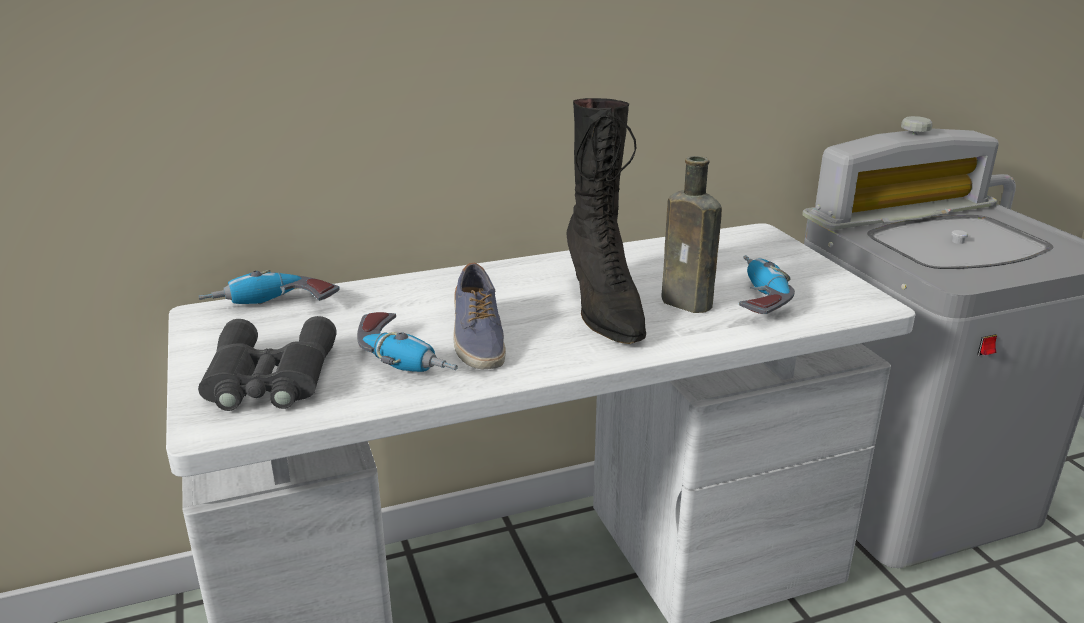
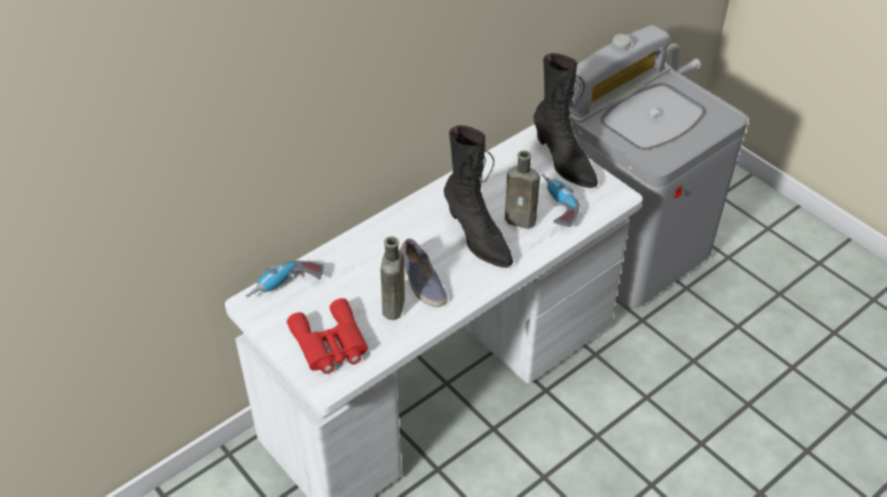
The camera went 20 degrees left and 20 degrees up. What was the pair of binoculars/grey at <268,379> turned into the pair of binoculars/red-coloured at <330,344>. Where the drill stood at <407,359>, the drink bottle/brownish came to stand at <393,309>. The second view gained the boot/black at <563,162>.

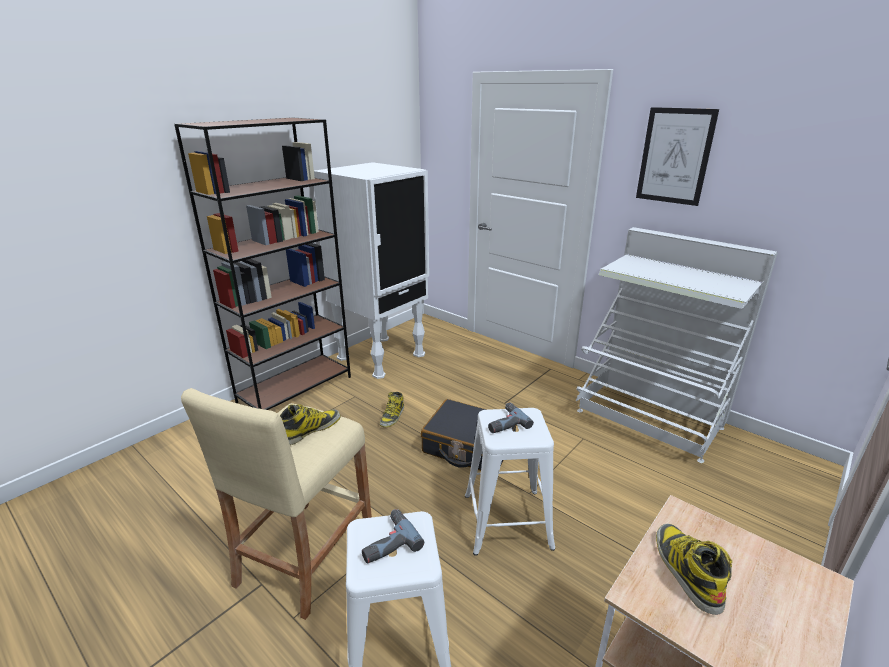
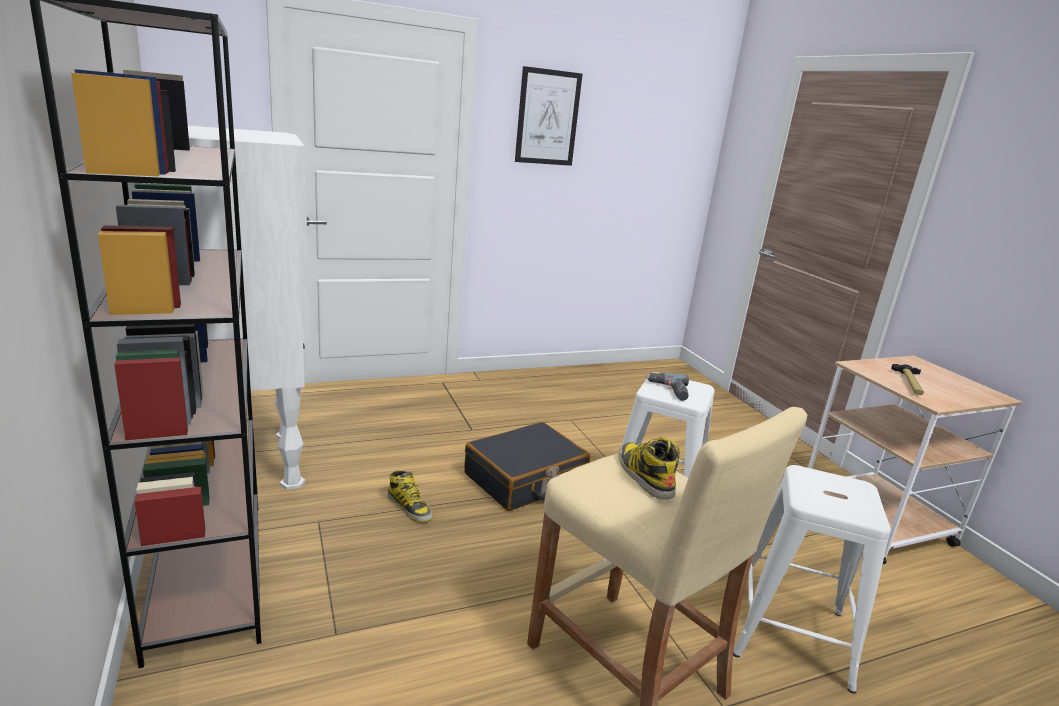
The camera went 65 degrees left and 5 degrees down. The second view lost the drill at <387,541>. The second view lost the shoe stand/white at <646,421>. Where the boot stood at <685,570>, the hand hammer came to stand at <910,384>.

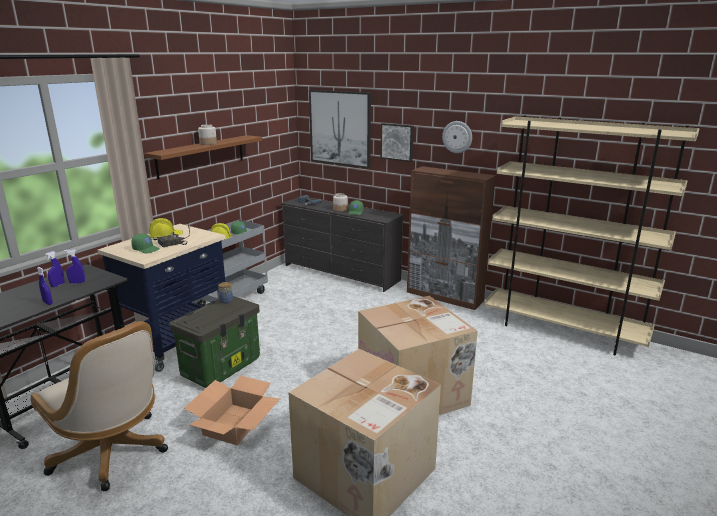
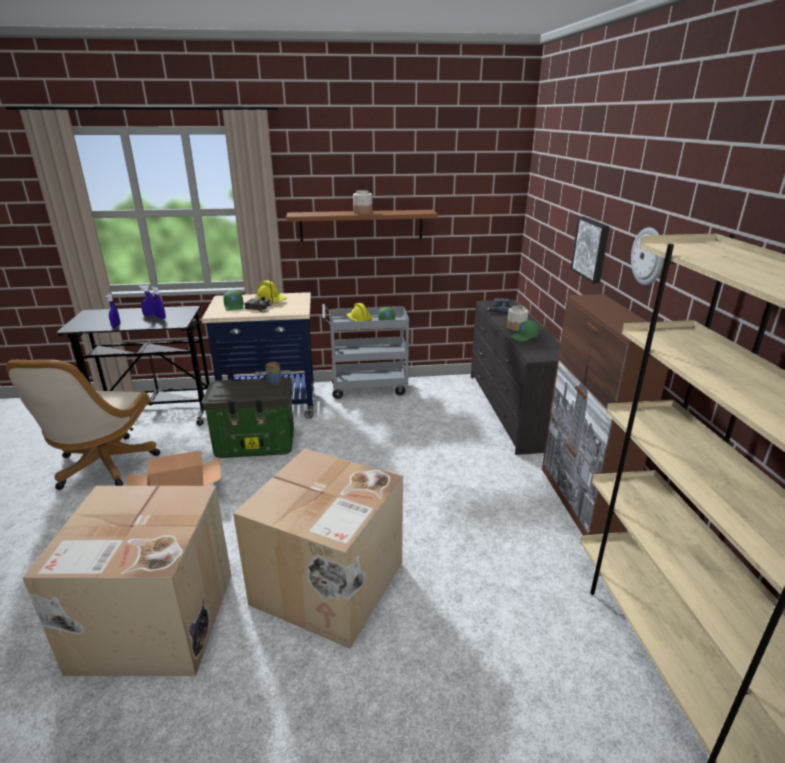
The camera went 50 degrees right and 5 degrees up. The second view lost the wall art at <340,128>.

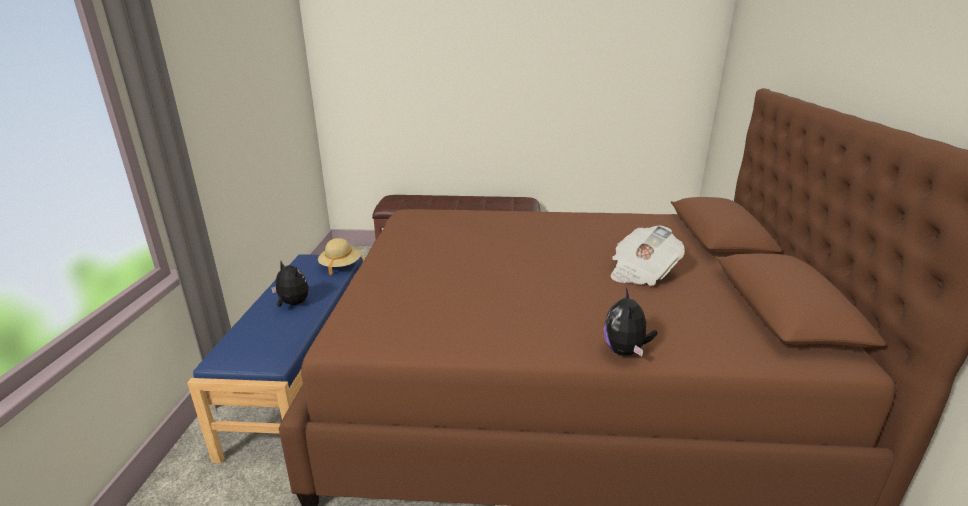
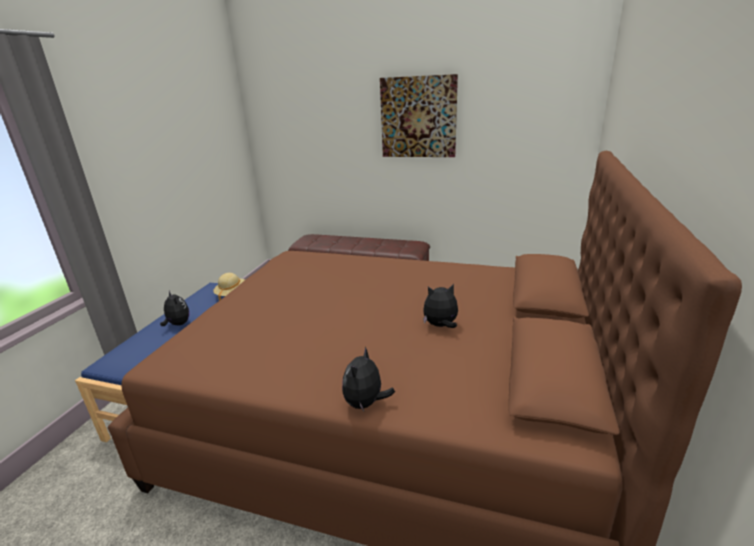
The camera went 15 degrees right and 0 degrees up. Where the printed paper stood at <641,272>, the cuddly toy came to stand at <440,326>. The second view gained the wall art at <418,117>.

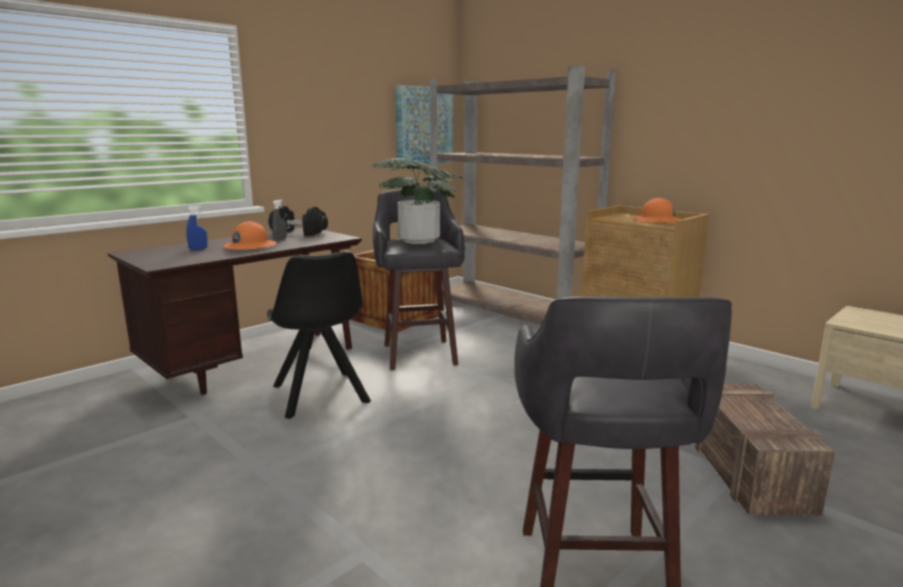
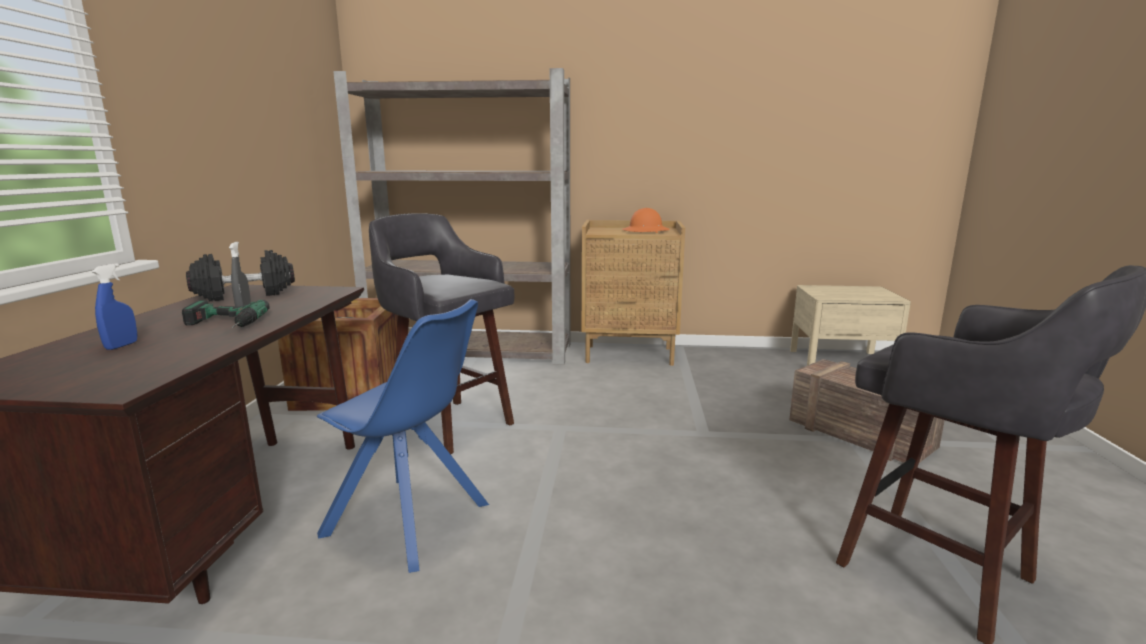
The camera went 40 degrees left and 0 degrees up. Where the safety helmet/orangey stood at <250,247>, the drill came to stand at <221,325>. What was the plain chair/black at <320,395> turned into the plain chair/blue-coloured at <410,521>. The second view lost the plant in a pot at <419,240>. The second view lost the wall art at <424,125>.

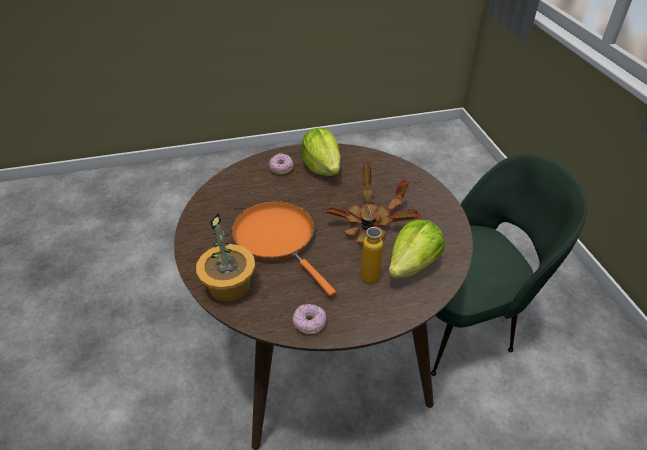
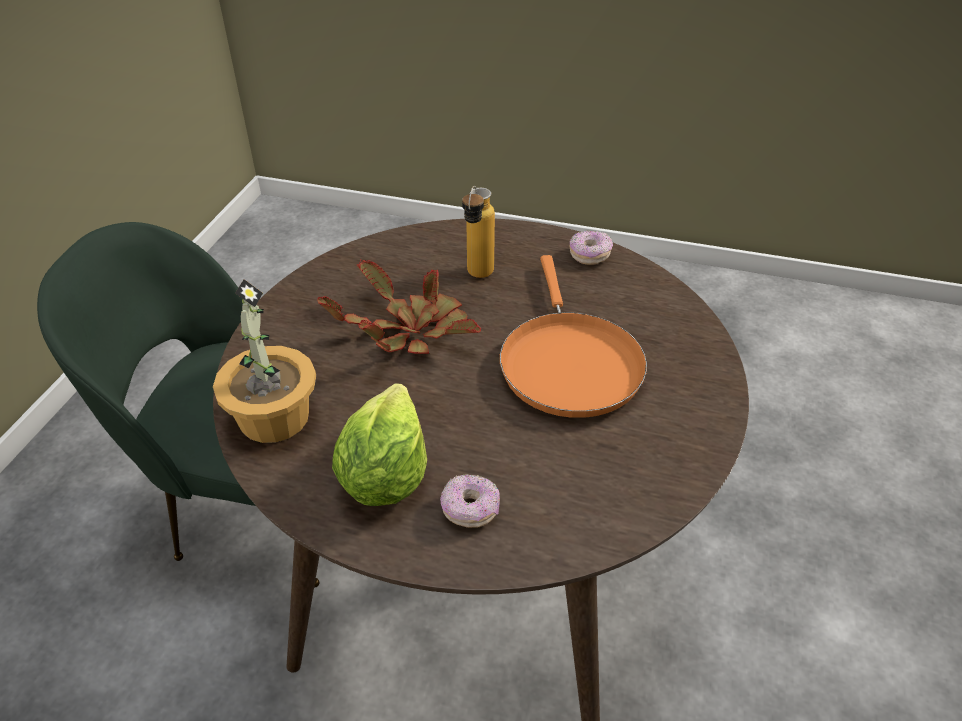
The camera went 150 degrees left and 0 degrees up. The plant in a pot ended up elsewhere, having gone from <230,286> to <273,417>. The second view lost the lettuce head at <413,265>.

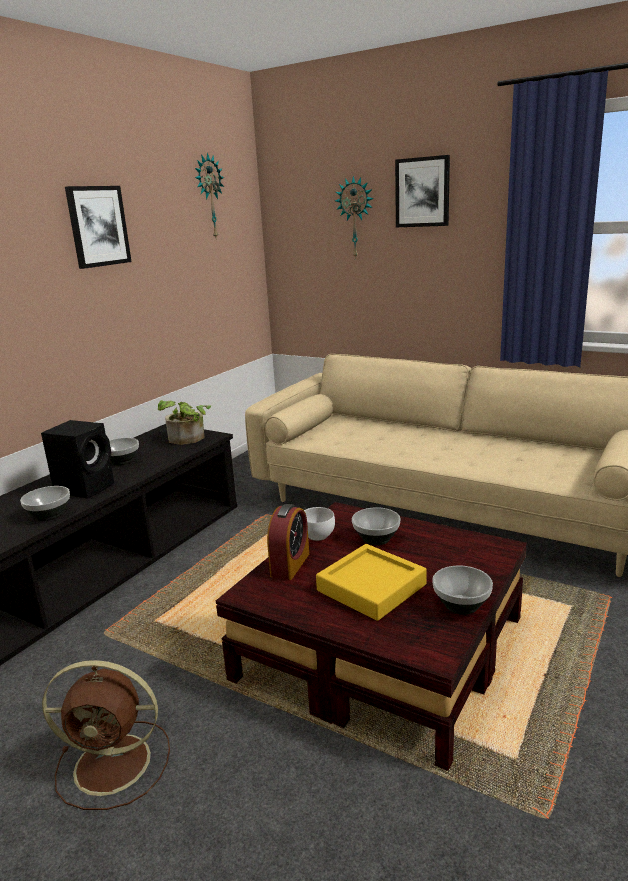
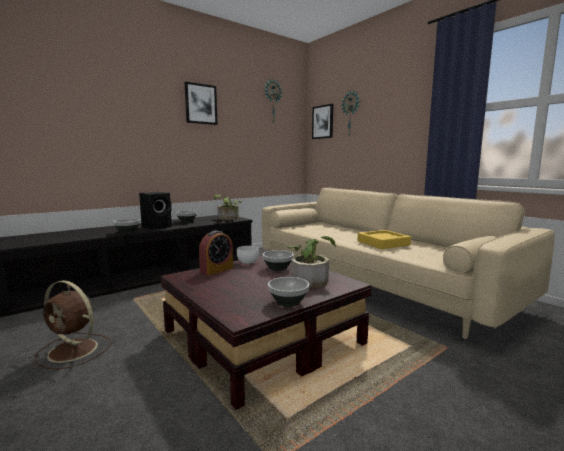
The camera went 20 degrees right and 10 degrees down. The serving tray/yellowish ended up elsewhere, having gone from <371,587> to <383,243>. The wall art ended up elsewhere, having gone from <422,192> to <323,122>. The second view gained the plant in a pot at <310,279>.

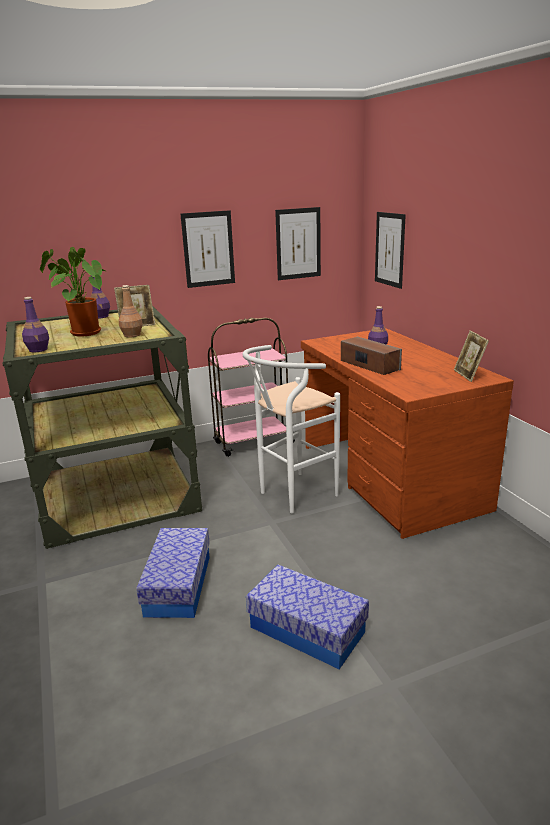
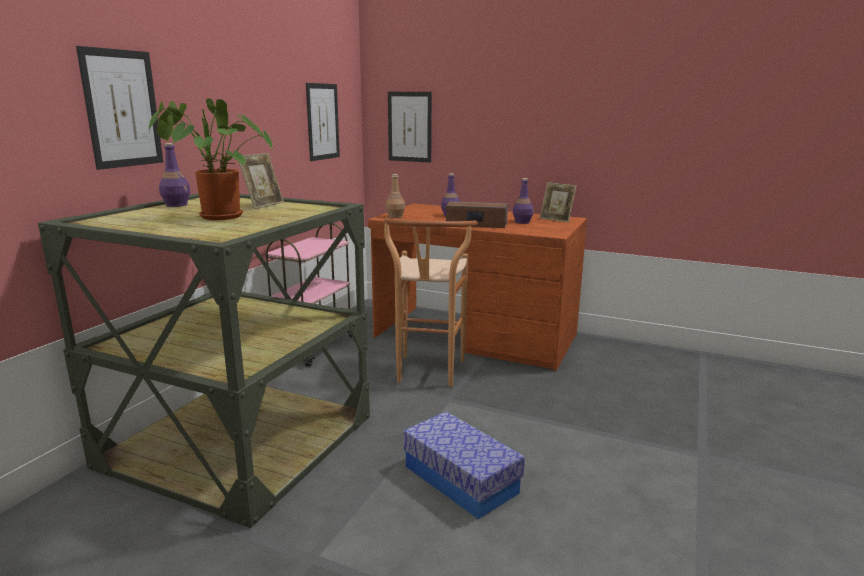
The camera went 45 degrees left and 5 degrees down. The drink bottle/purple-coloured ended up elsewhere, having gone from <38,349> to <522,222>. The drink bottle/brownish ended up elsewhere, having gone from <132,335> to <395,216>. The wall art ended up elsewhere, having gone from <208,249> to <122,109>. What was the stool/white at <292,495> turned into the stool/brownish at <428,374>. The second view lost the storage box at <307,629>.

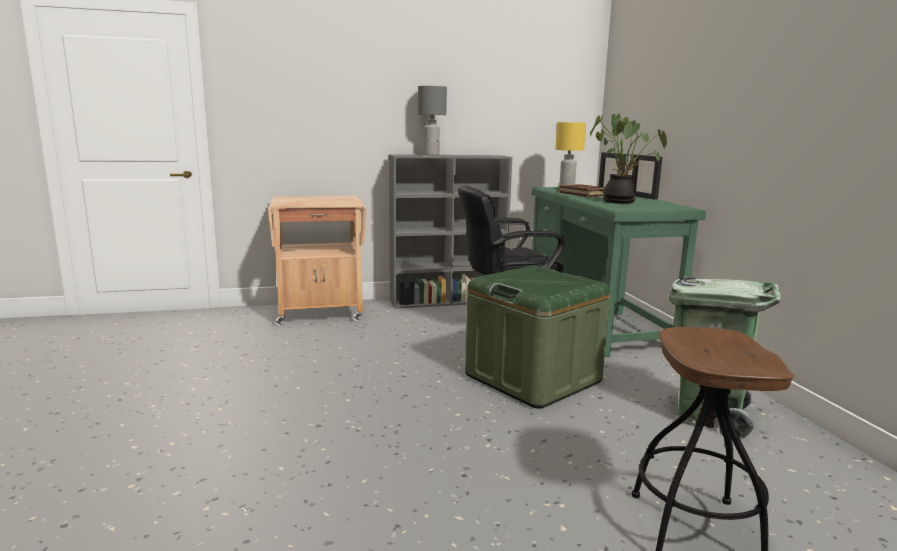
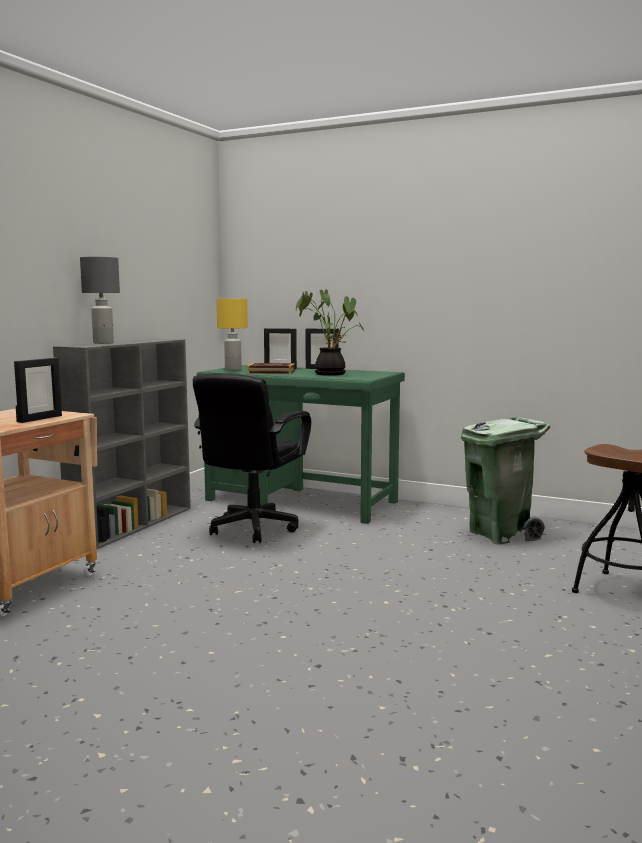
The camera went 50 degrees left and 5 degrees down. The second view lost the storage box/green at <532,378>. The second view gained the picture frame at <39,418>.

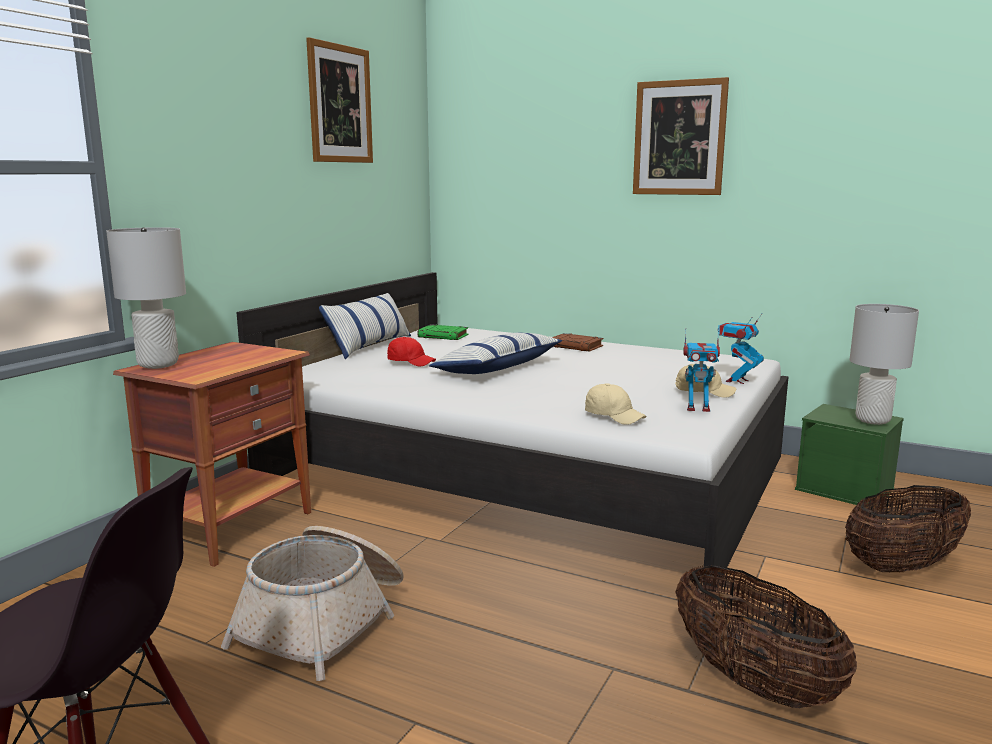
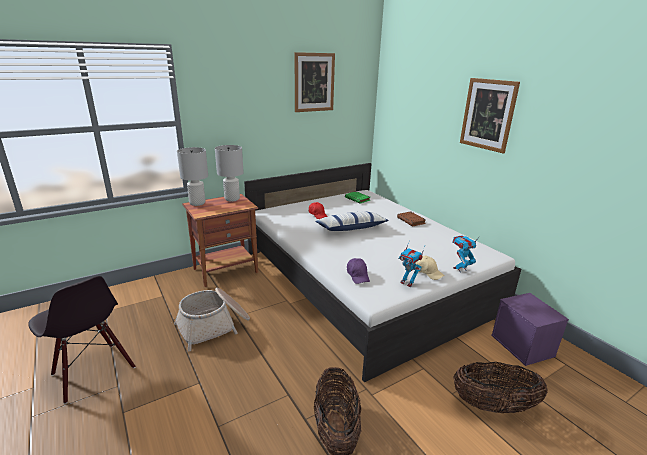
The camera went 30 degrees right and 10 degrees up. The second view lost the cushion at <369,346>. What was the peaked cap/sand-coloured at <614,416> turned into the peaked cap/purple-coloured at <358,276>. What was the storage box/green at <846,489> turned into the storage box/purple-coloured at <523,346>. The lamp for a table/grey ended up elsewhere, having gone from <872,422> to <232,200>.

